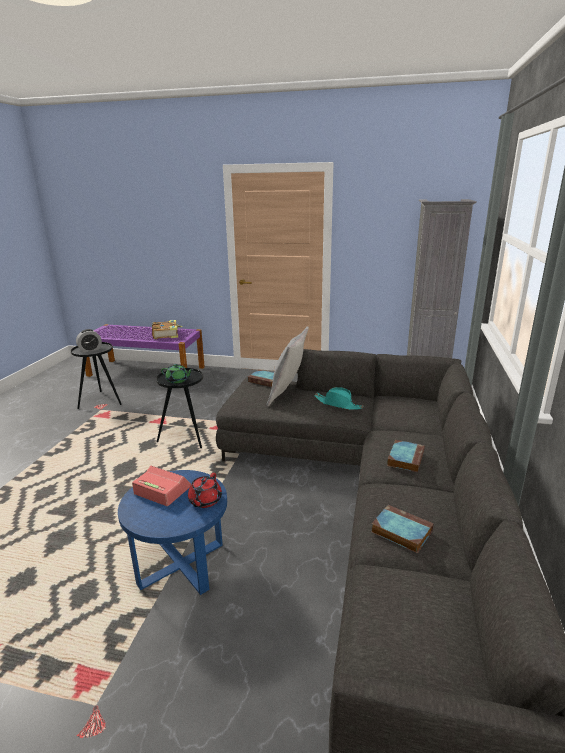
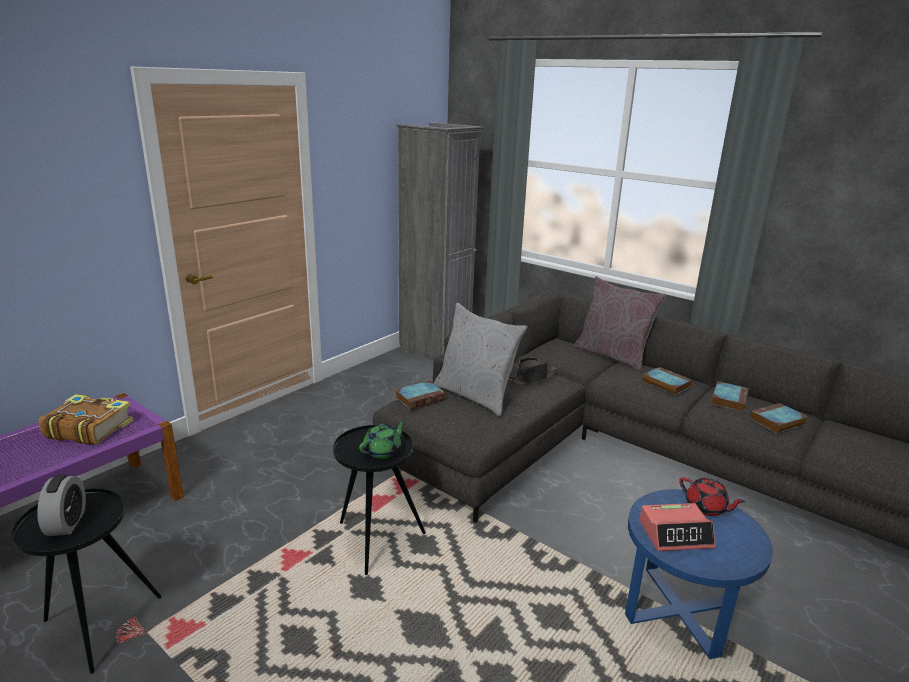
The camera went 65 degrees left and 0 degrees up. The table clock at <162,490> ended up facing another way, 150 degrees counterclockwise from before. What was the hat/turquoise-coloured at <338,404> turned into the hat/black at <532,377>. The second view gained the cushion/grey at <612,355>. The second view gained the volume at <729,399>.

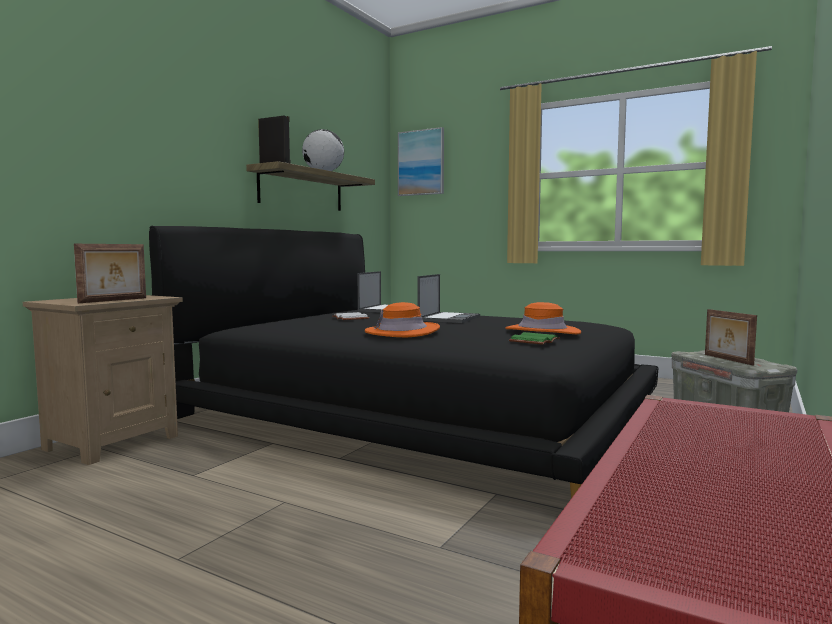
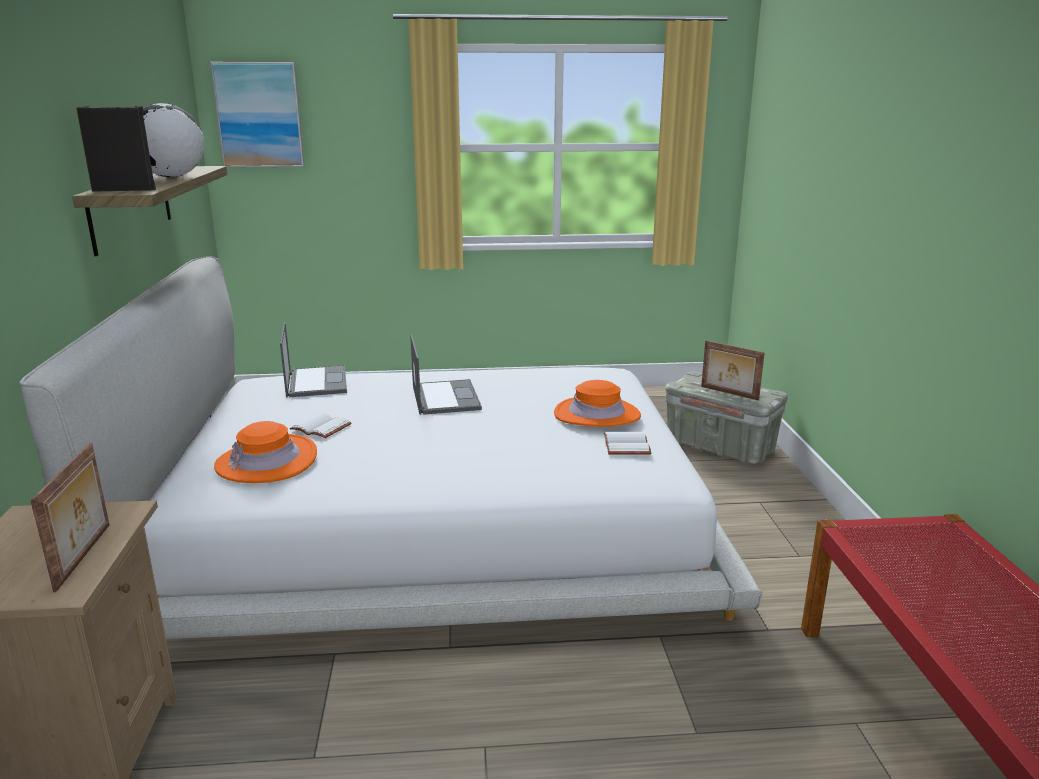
The camera went 35 degrees left and 15 degrees up. What was the bed/black at <417,410> turned into the bed/white at <429,524>. The hat/orangey ended up elsewhere, having gone from <402,332> to <267,461>. What was the volume/green at <535,341> turned into the volume/white at <628,445>.

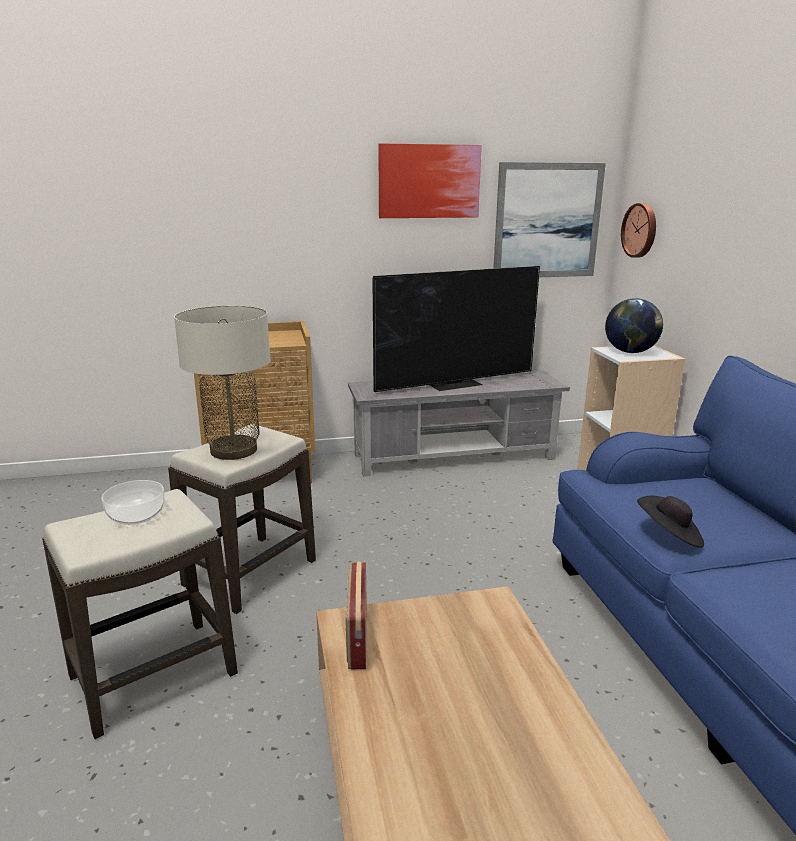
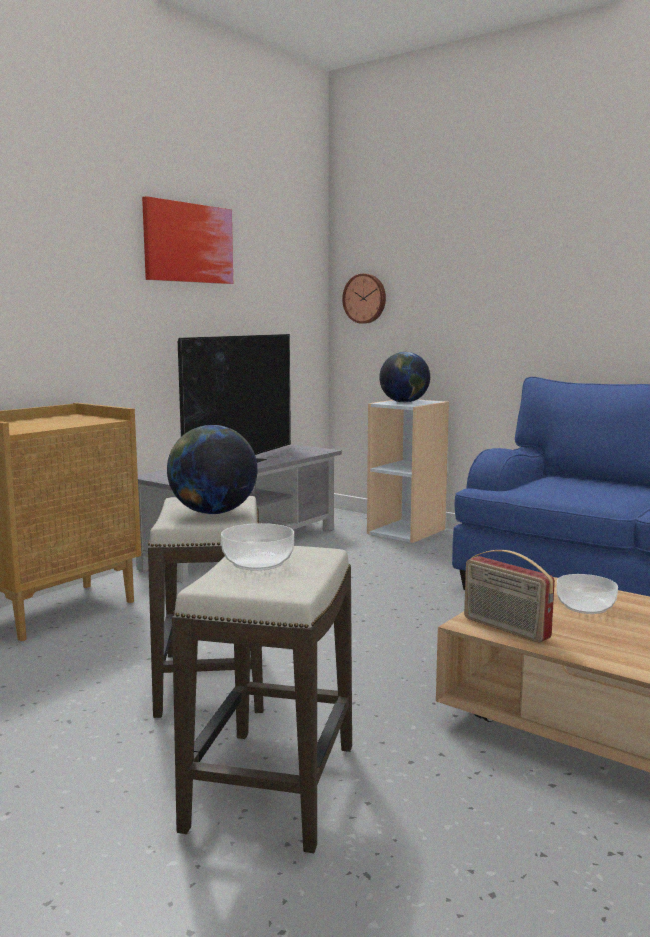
The camera went 40 degrees left and 10 degrees down. Where the lamp for a table stood at <233,450>, the desk globe came to stand at <213,512>. The second view lost the wall art at <547,221>. The second view lost the hat/black at <669,536>. The second view gained the deep dish at <585,606>.

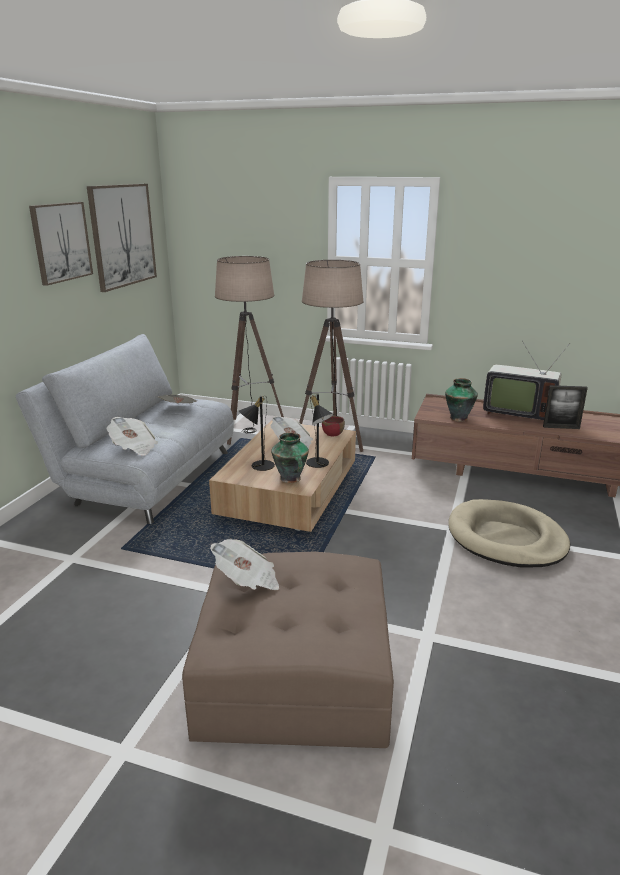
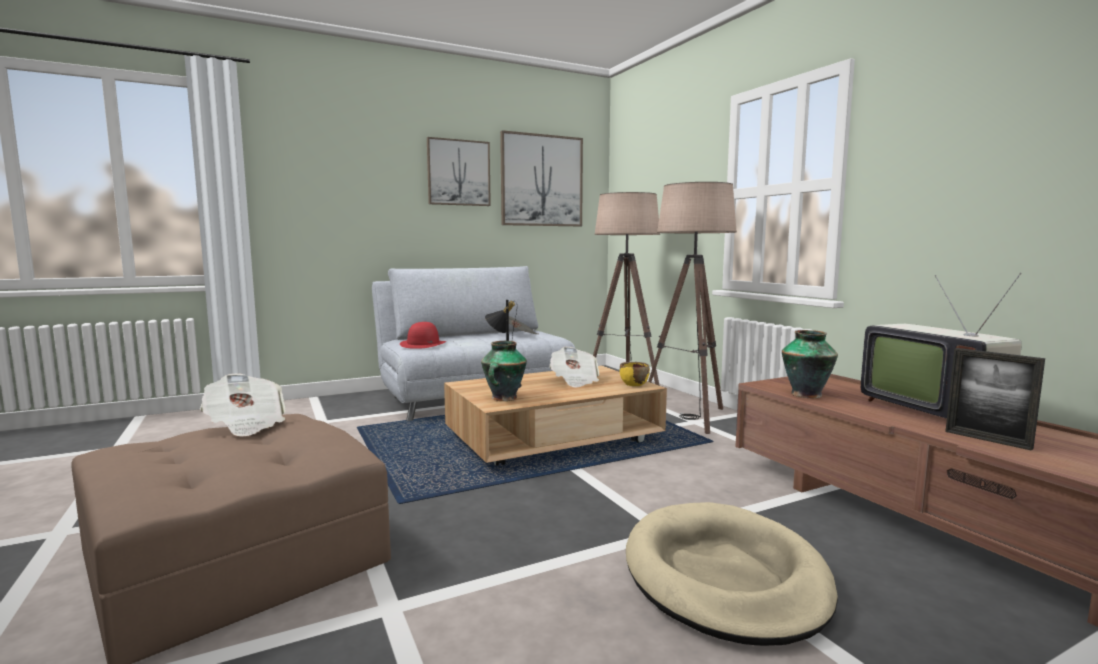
The camera went 45 degrees right and 15 degrees down. Where the printed paper stood at <134,447>, the hat/red-coloured came to stand at <423,344>. The second view lost the lamp for a table/black at <319,464>. What was the deep dish/red-coloured at <332,434> turned into the deep dish/yellowish at <634,384>.

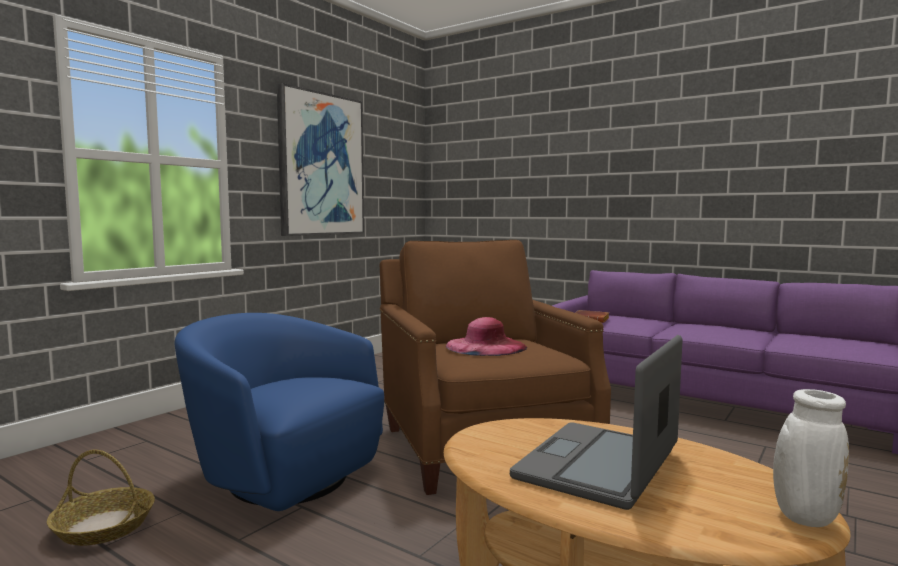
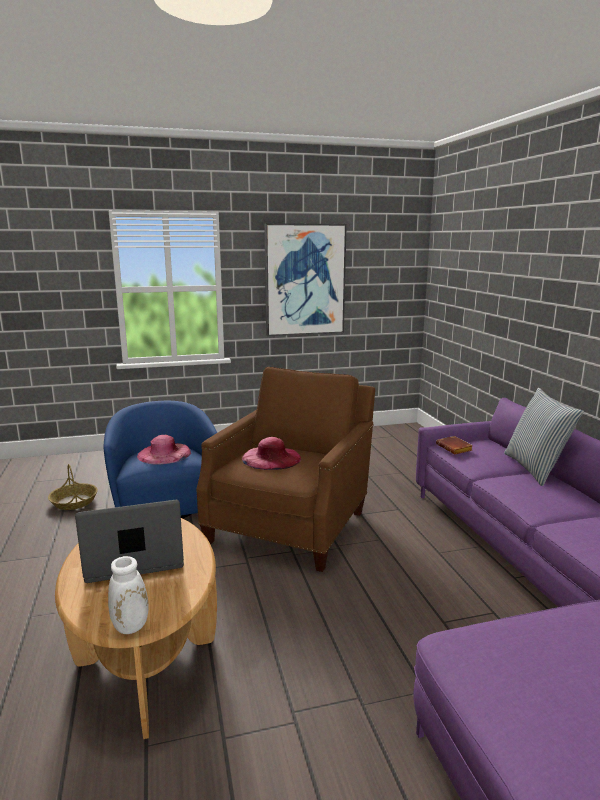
The camera went 40 degrees right and 10 degrees up. The second view gained the hat/pink-coloured at <164,453>. The second view gained the cushion at <535,469>.

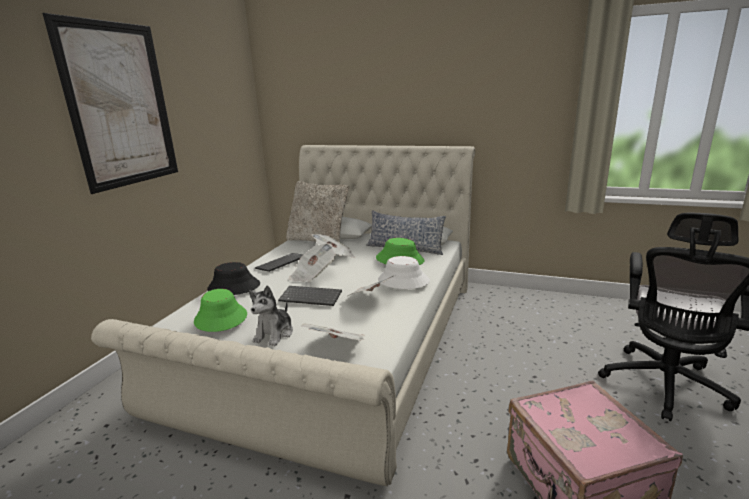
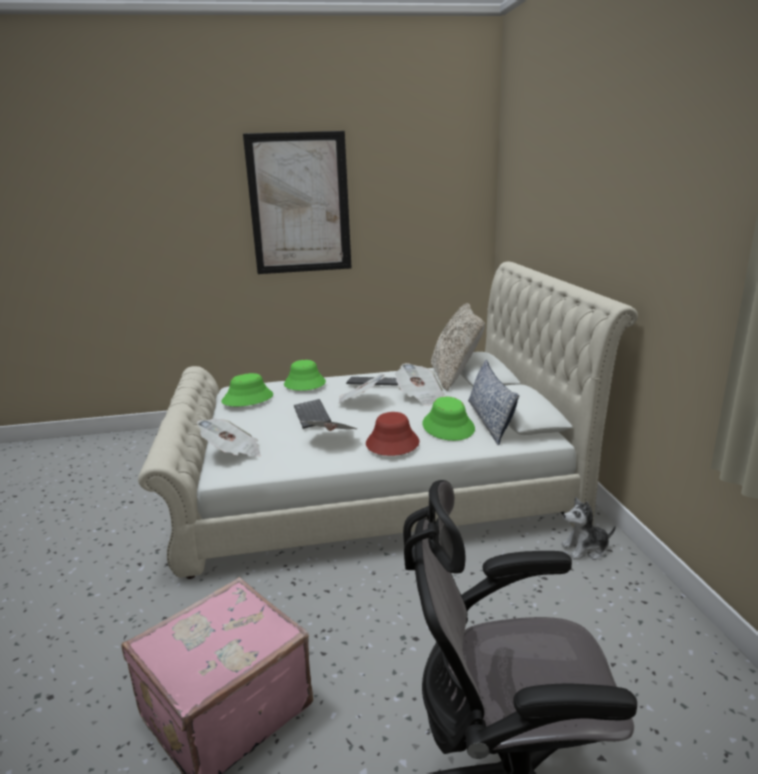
The camera went 60 degrees right and 0 degrees up. What was the hat/black at <233,287> turned into the hat/green at <304,383>. The cuddly toy ended up elsewhere, having gone from <274,334> to <586,549>. What was the hat/white at <403,281> turned into the hat/red-coloured at <392,443>.

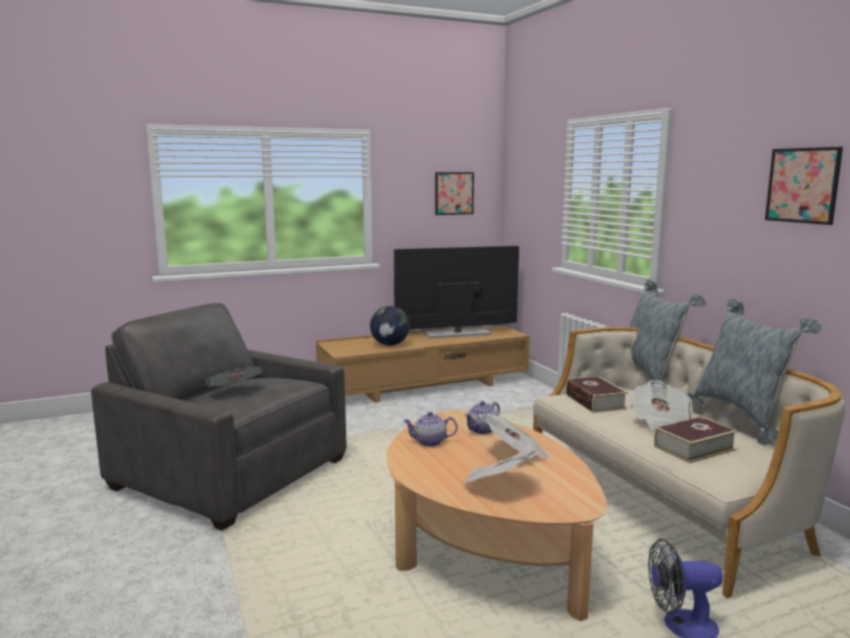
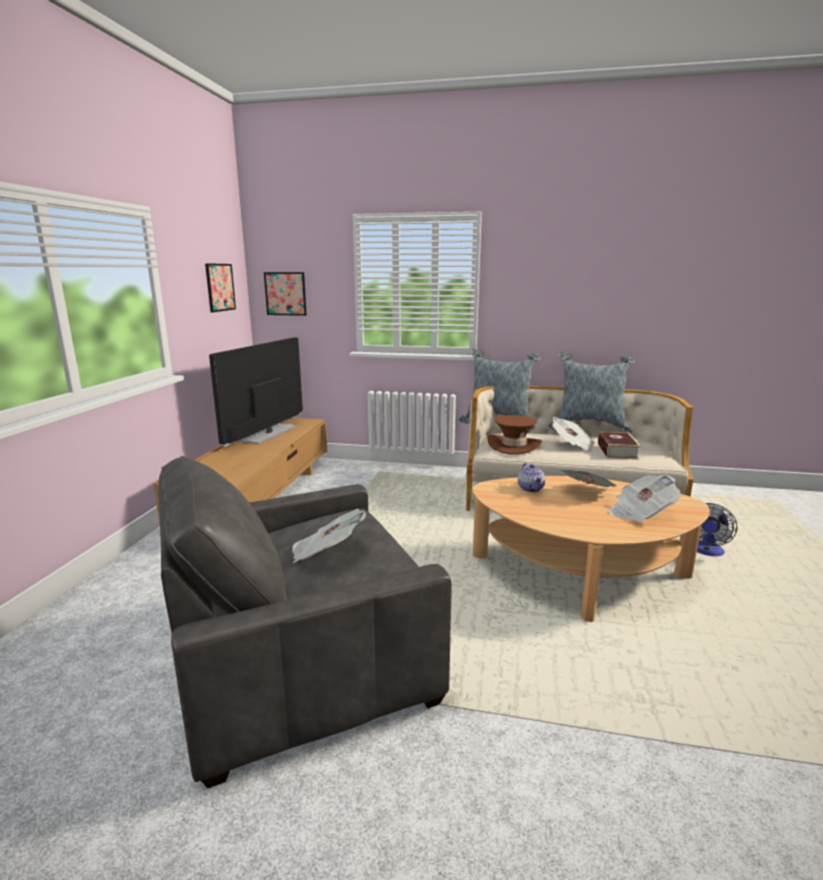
The camera went 55 degrees left and 5 degrees up. The second view lost the desk globe at <390,344>. The second view lost the teapot at <430,442>. Where the volume stood at <595,401>, the hat/brownish came to stand at <513,446>. The wall art ended up elsewhere, having gone from <802,185> to <285,293>.

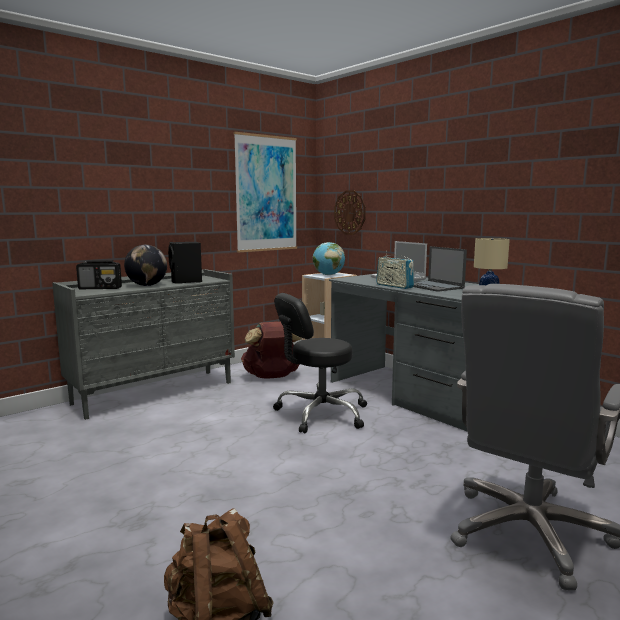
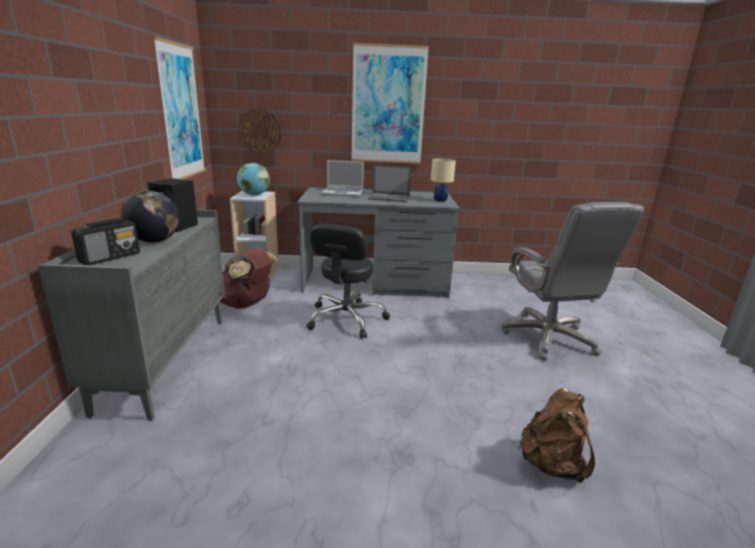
The camera went 50 degrees left and 10 degrees up. The second view lost the radio at <394,286>. The second view gained the wall art at <388,105>.

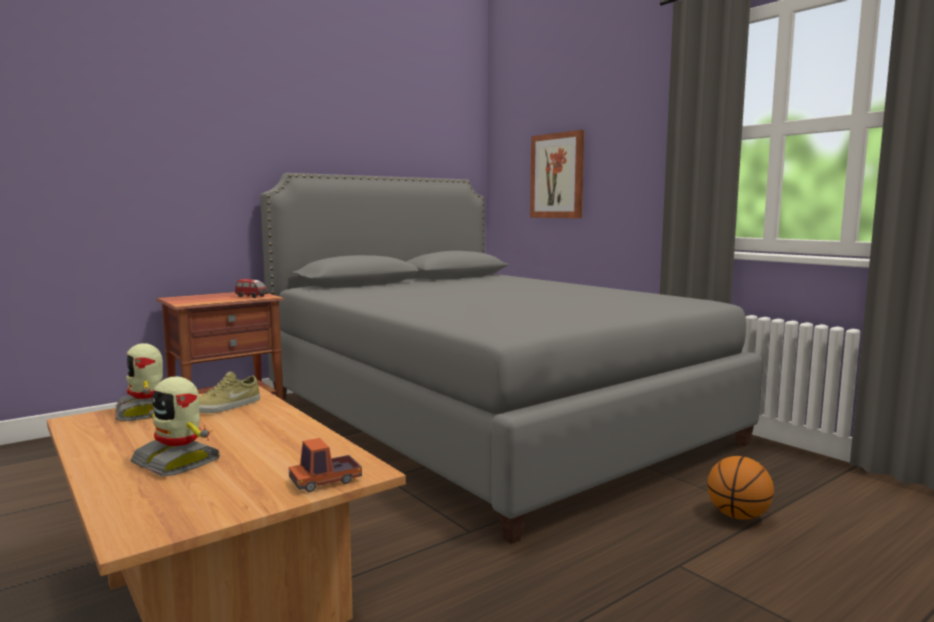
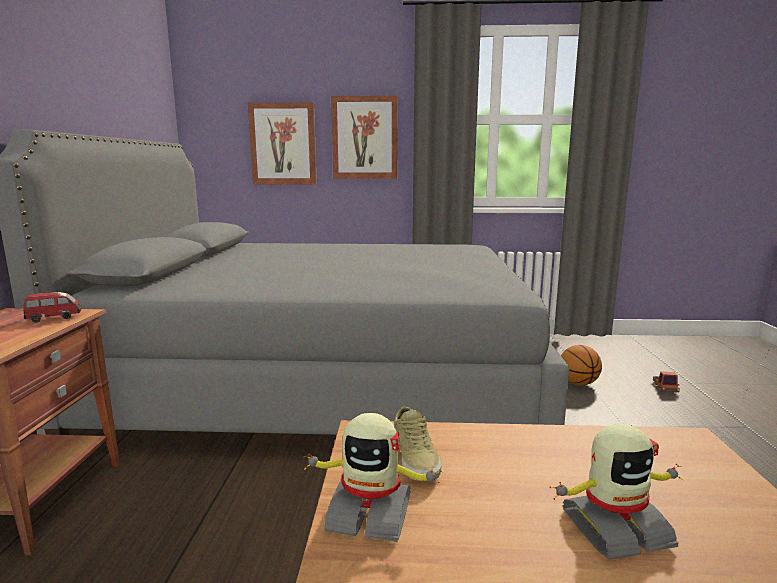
The camera went 50 degrees left and 5 degrees up. The toy lorry ended up elsewhere, having gone from <325,481> to <665,388>. The second view gained the wall art at <365,138>.

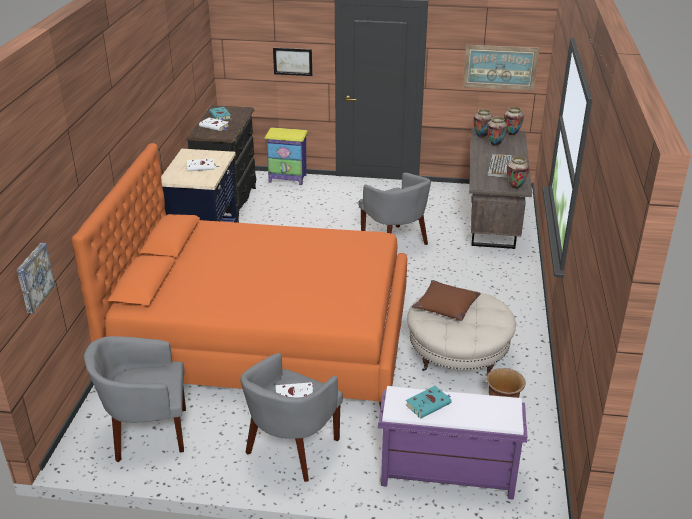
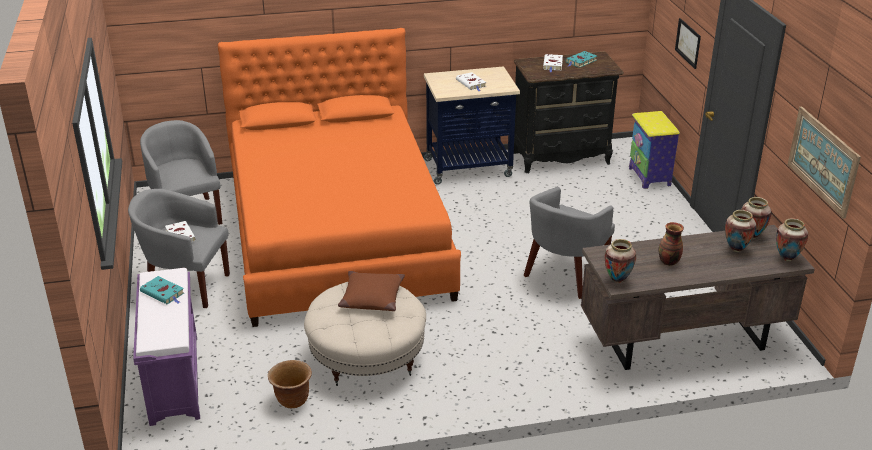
The camera went 70 degrees right and 0 degrees up. The second view lost the wall art at <33,277>. Where the keyboard stood at <500,167>, the decorative vase came to stand at <668,262>.

